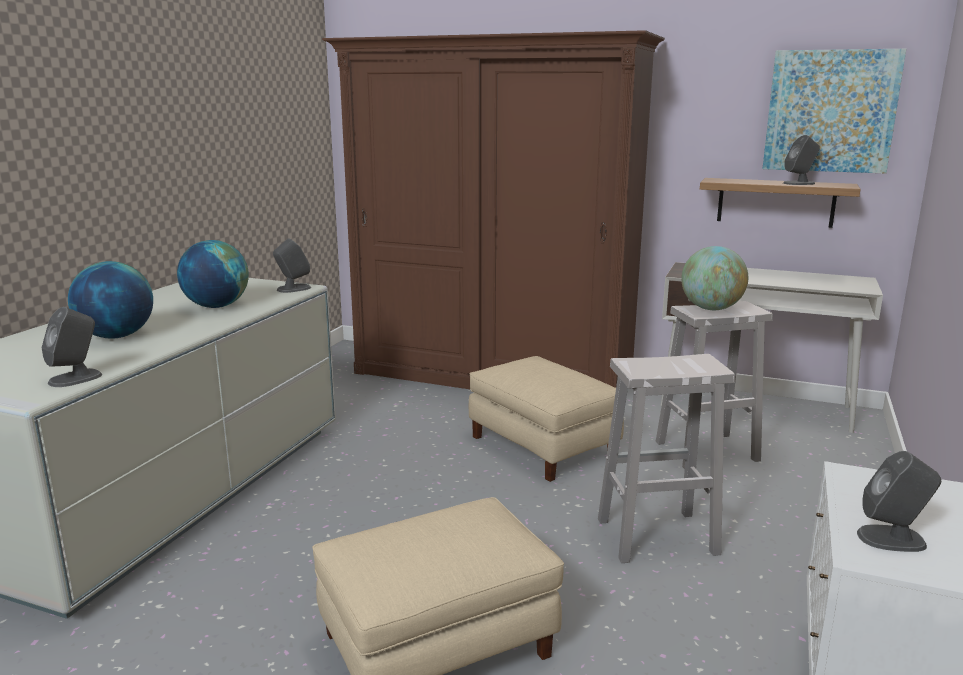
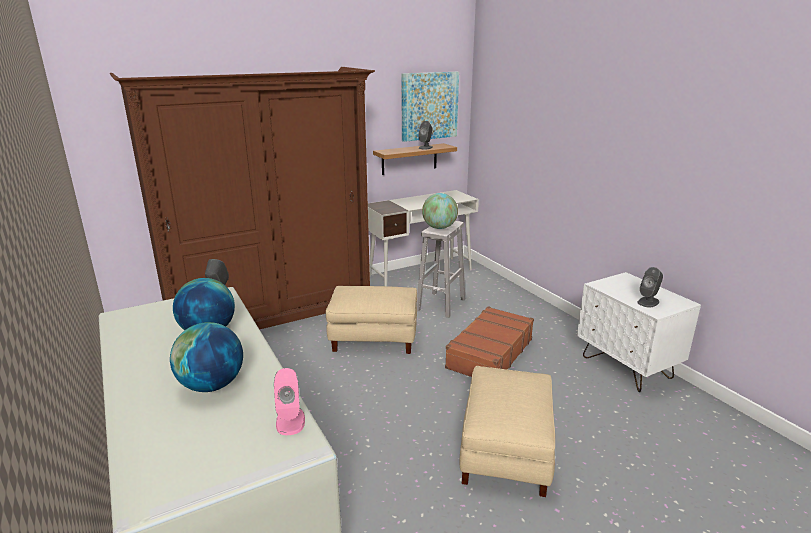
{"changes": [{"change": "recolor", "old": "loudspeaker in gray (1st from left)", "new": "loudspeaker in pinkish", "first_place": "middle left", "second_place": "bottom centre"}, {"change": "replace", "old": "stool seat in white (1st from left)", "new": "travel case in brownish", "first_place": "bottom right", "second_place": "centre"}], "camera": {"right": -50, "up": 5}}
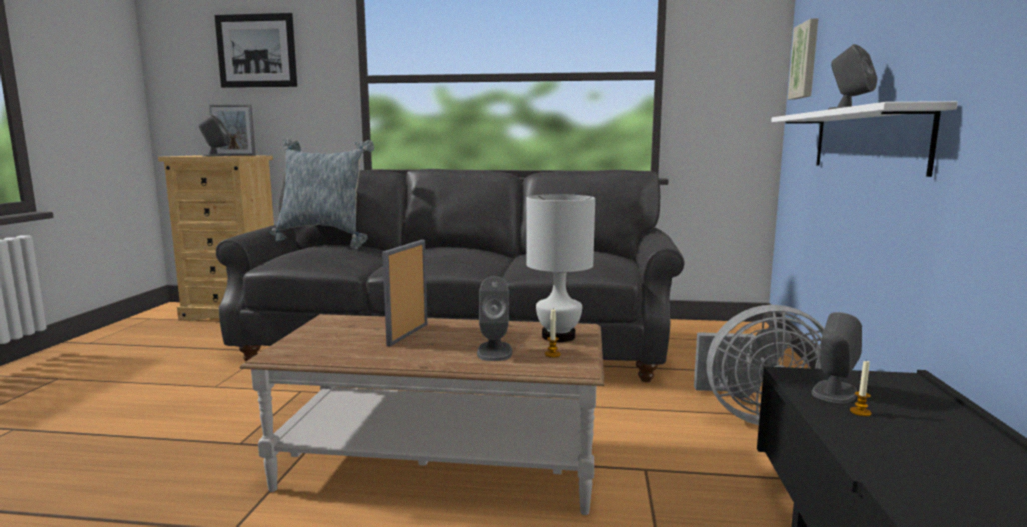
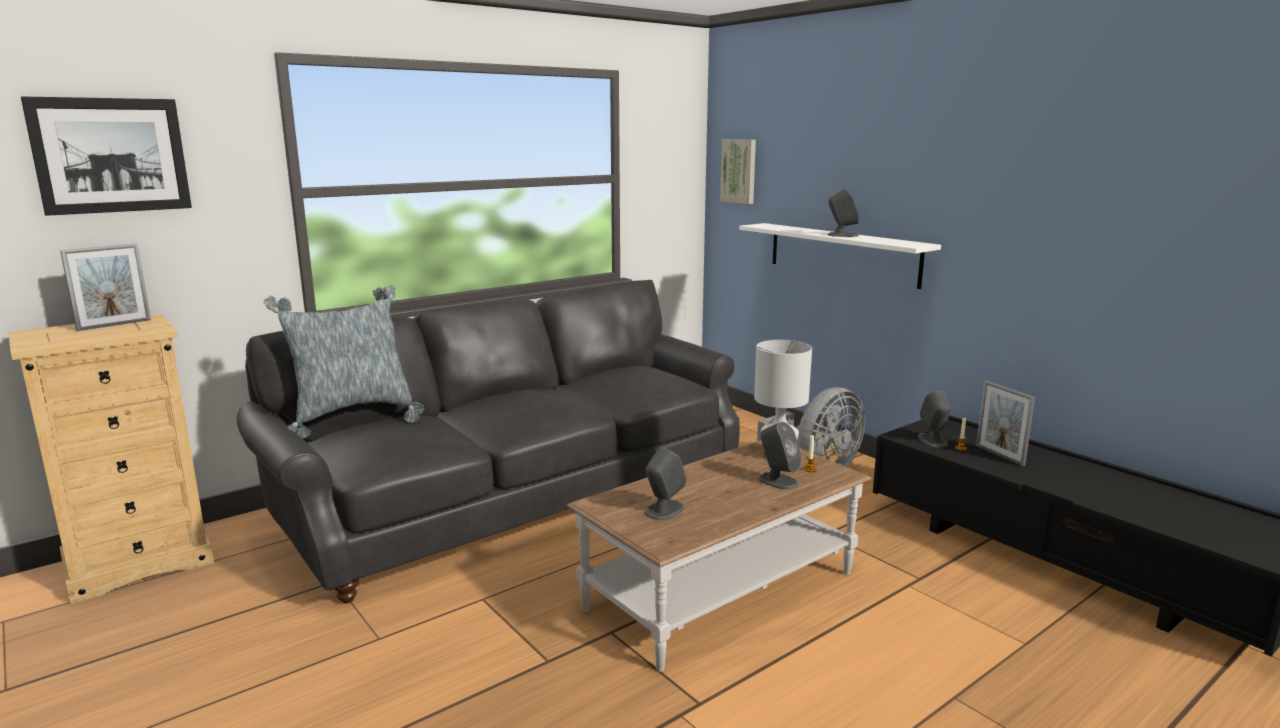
{"changes": [{"change": "move", "old": "loudspeaker in gray (1st from left)", "first_place": "top left", "second_place": "centre"}, {"change": "move", "old": "picture frame (2nd from left)", "first_place": "centre", "second_place": "middle right"}], "camera": {"right": -45, "up": 5}}
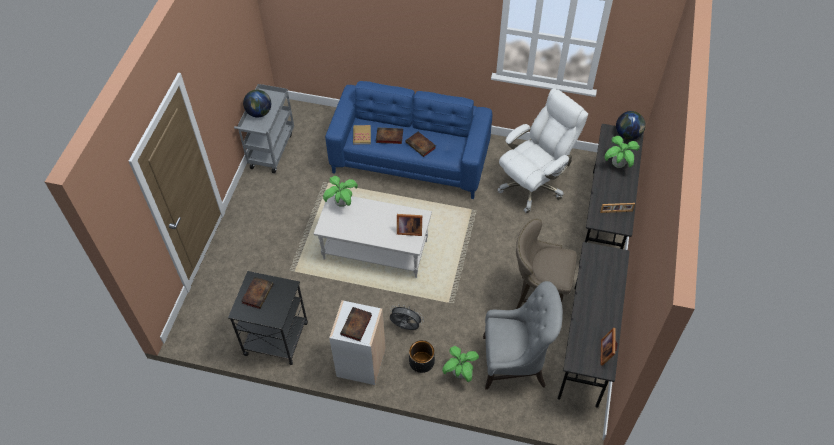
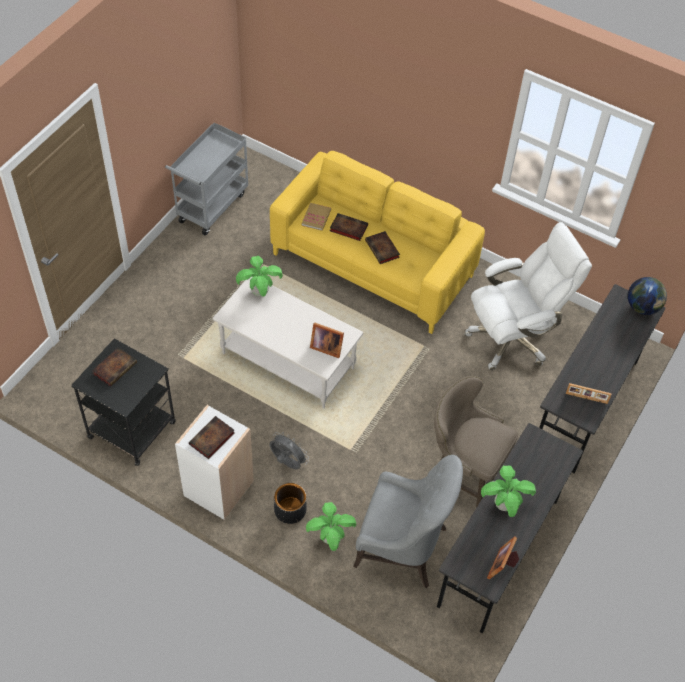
{"changes": [{"change": "recolor", "old": "sofa in blue", "new": "sofa in yellowish", "first_place": "top centre", "second_place": "centre"}, {"change": "delete", "old": "desk globe (1st from left)", "first_place": "top left"}, {"change": "move", "old": "plant in a pot (3rd from left)", "first_place": "middle right", "second_place": "bottom right"}], "camera": {"right": 15, "up": 0}}
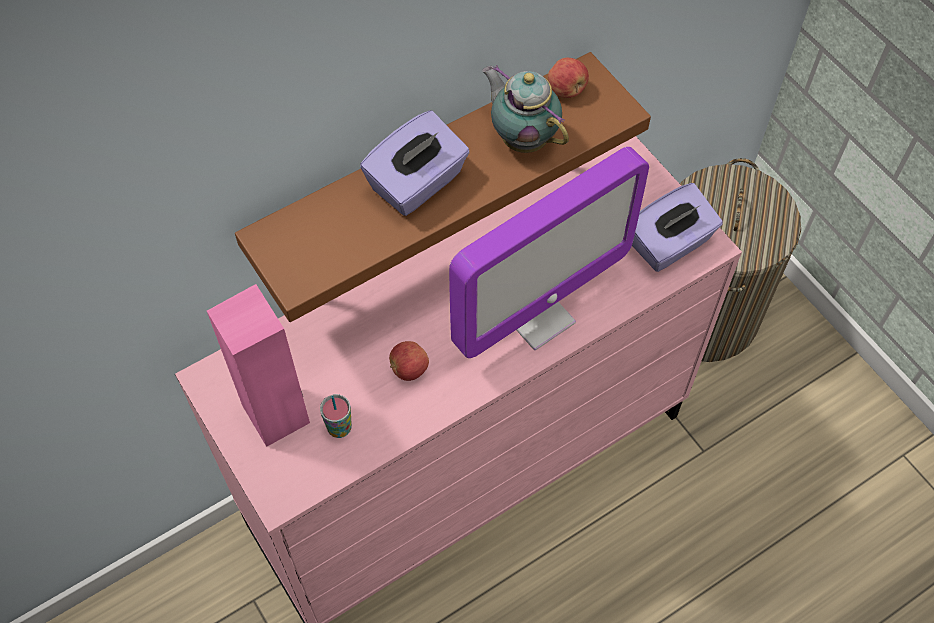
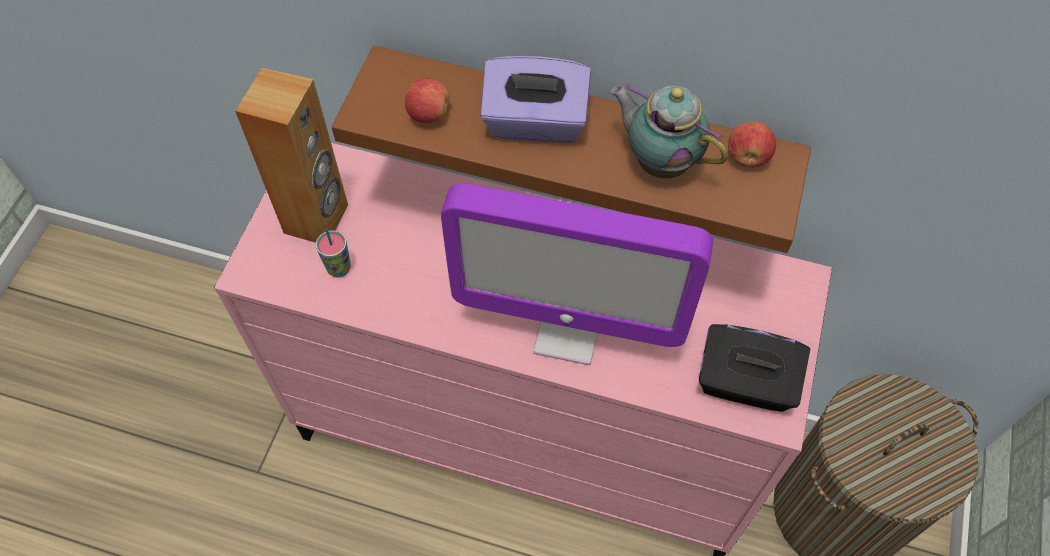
{"changes": [{"change": "rotate", "old": "teapot", "first_place": "top centre", "second_place": "top centre", "degrees": -60}, {"change": "recolor", "old": "tissue box in purplish (2nd from left)", "new": "tissue box in black", "first_place": "middle right", "second_place": "middle right"}, {"change": "recolor", "old": "loudspeaker in pinkish", "new": "loudspeaker in brownish", "first_place": "middle left", "second_place": "top left"}, {"change": "move", "old": "apple (1st from left)", "first_place": "centre", "second_place": "top centre"}], "camera": {"right": 50, "up": 0}}
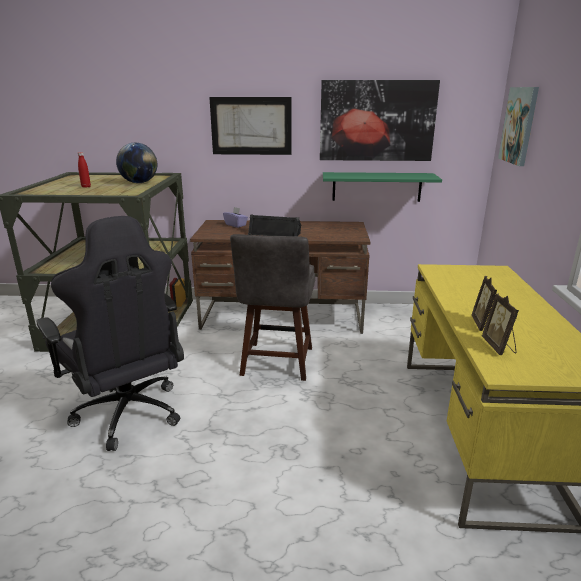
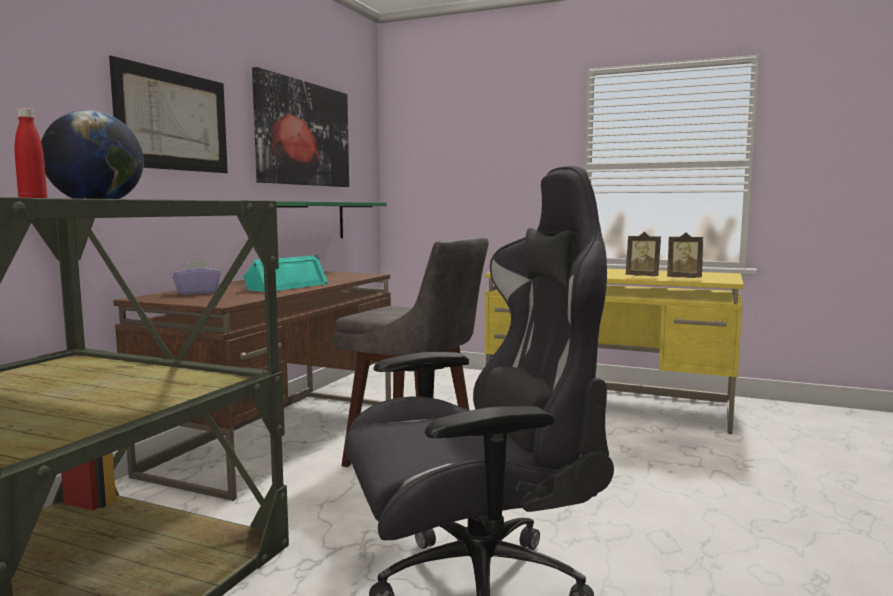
{"changes": [{"change": "delete", "old": "wall picture (3rd from left)", "first_place": "top right"}, {"change": "recolor", "old": "loudspeaker in black", "new": "loudspeaker in blue-green", "first_place": "centre", "second_place": "middle left"}], "camera": {"right": -70, "up": -15}}
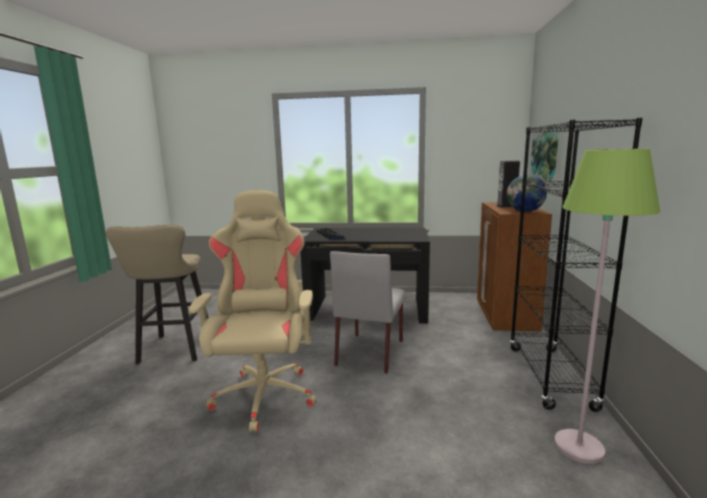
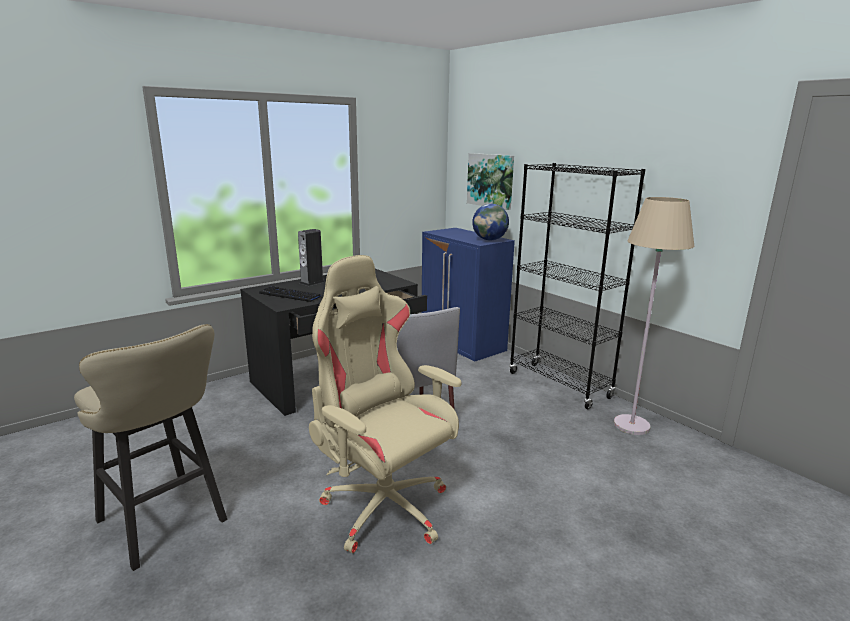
{"changes": [{"change": "recolor", "old": "standard lamp in green", "new": "standard lamp in sand-coloured", "first_place": "middle right", "second_place": "middle right"}, {"change": "move", "old": "loudspeaker", "first_place": "middle right", "second_place": "centre"}, {"change": "recolor", "old": "cabinet in brownish", "new": "cabinet in blue", "first_place": "middle right", "second_place": "centre"}], "camera": {"right": -45, "up": 5}}
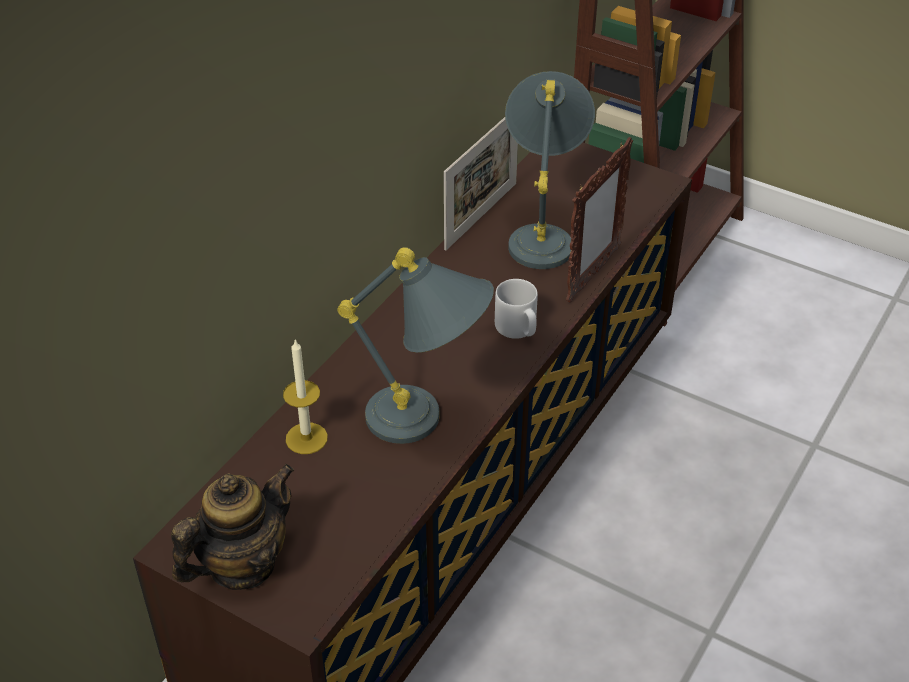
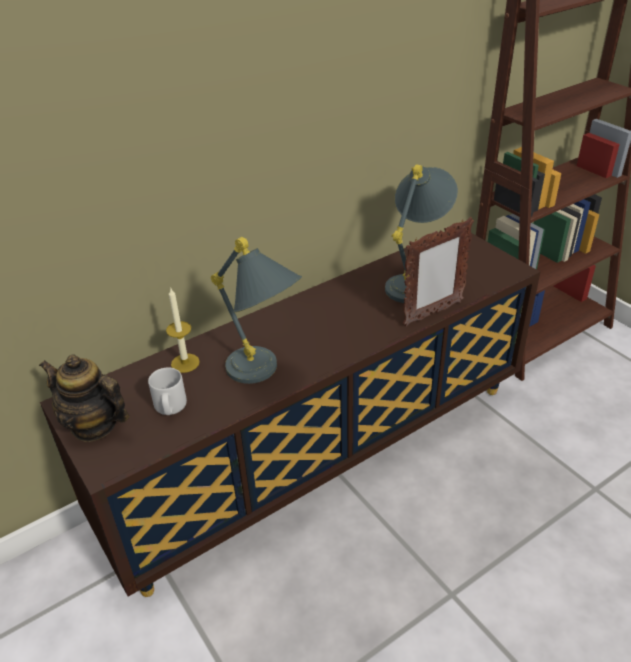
{"changes": [{"change": "delete", "old": "picture frame (1st from left)", "first_place": "top centre"}, {"change": "move", "old": "mug in gray", "first_place": "centre", "second_place": "middle left"}, {"change": "rotate", "old": "teapot", "first_place": "bottom left", "second_place": "middle left", "degrees": -135}], "camera": {"right": 25, "up": -5}}
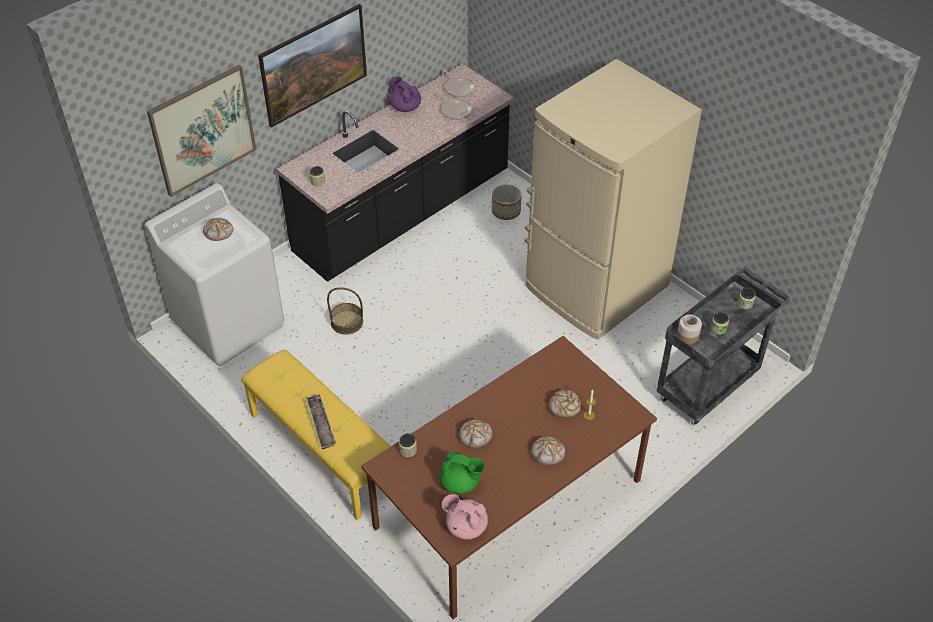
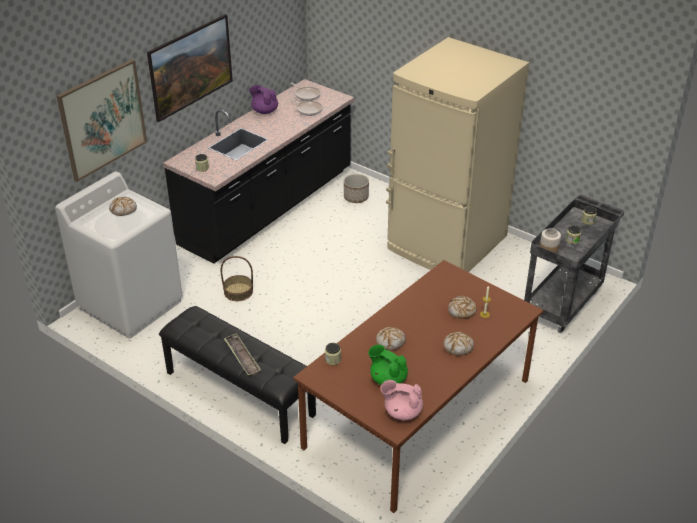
{"changes": [{"change": "recolor", "old": "bench in yellowish", "new": "bench in black", "first_place": "bottom centre", "second_place": "bottom centre"}, {"change": "rotate", "old": "teapot in green", "first_place": "bottom centre", "second_place": "bottom centre", "degrees": -150}], "camera": {"right": -10, "up": -10}}
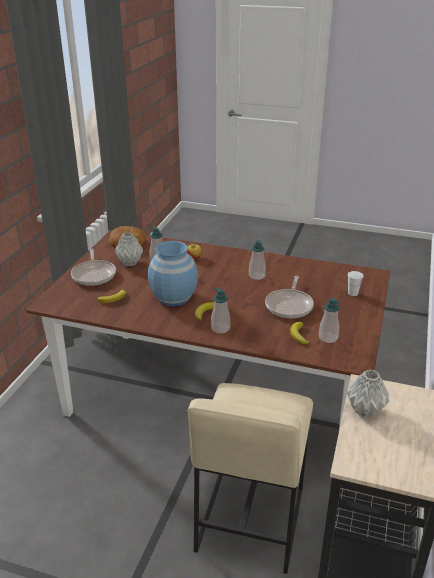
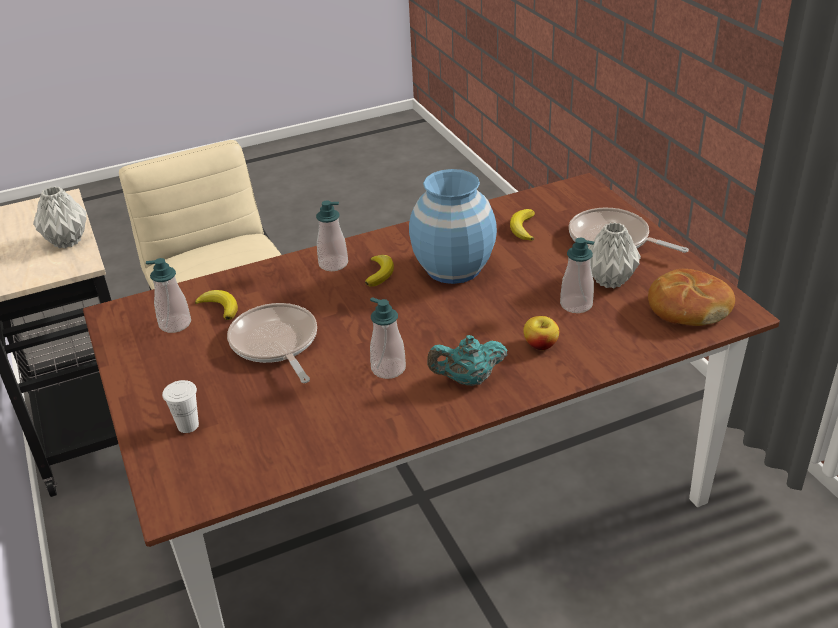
{"changes": [{"change": "insert", "new": "teapot in blue-green", "second_place": "centre"}], "camera": {"right": 140, "up": 5}}
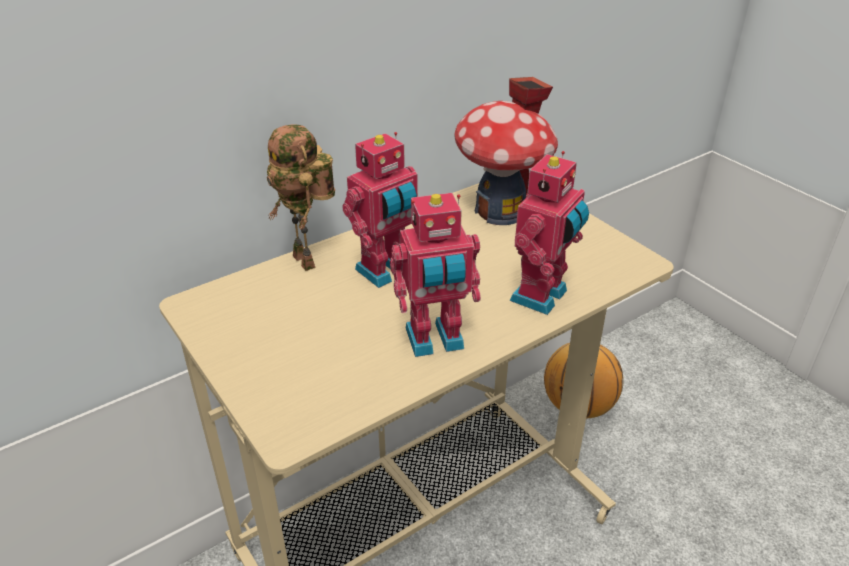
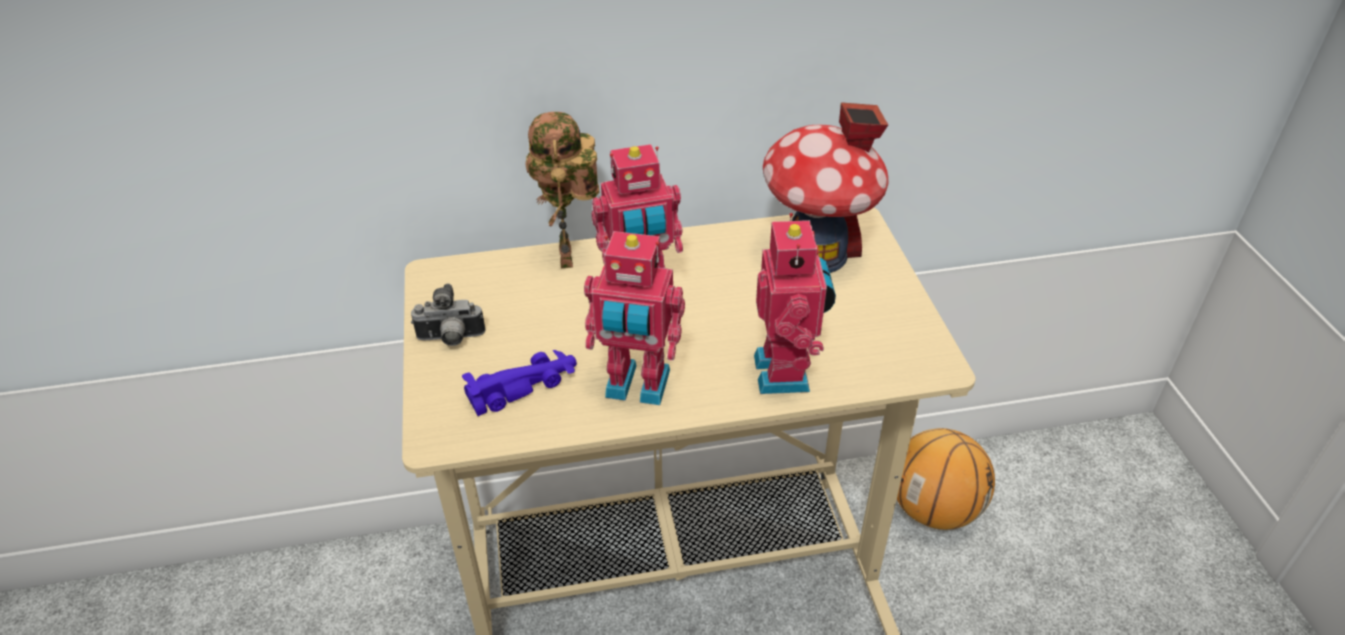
{"changes": [{"change": "rotate", "old": "model robot (4th from left)", "first_place": "centre", "second_place": "centre", "degrees": -60}, {"change": "insert", "new": "photo camera", "second_place": "middle left"}, {"change": "insert", "new": "miniature car in purplish", "second_place": "centre"}], "camera": {"right": 25, "up": 5}}
